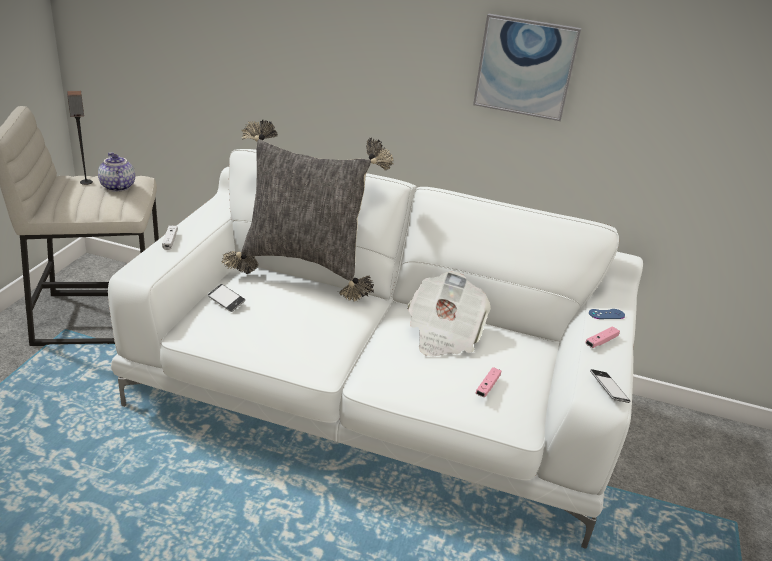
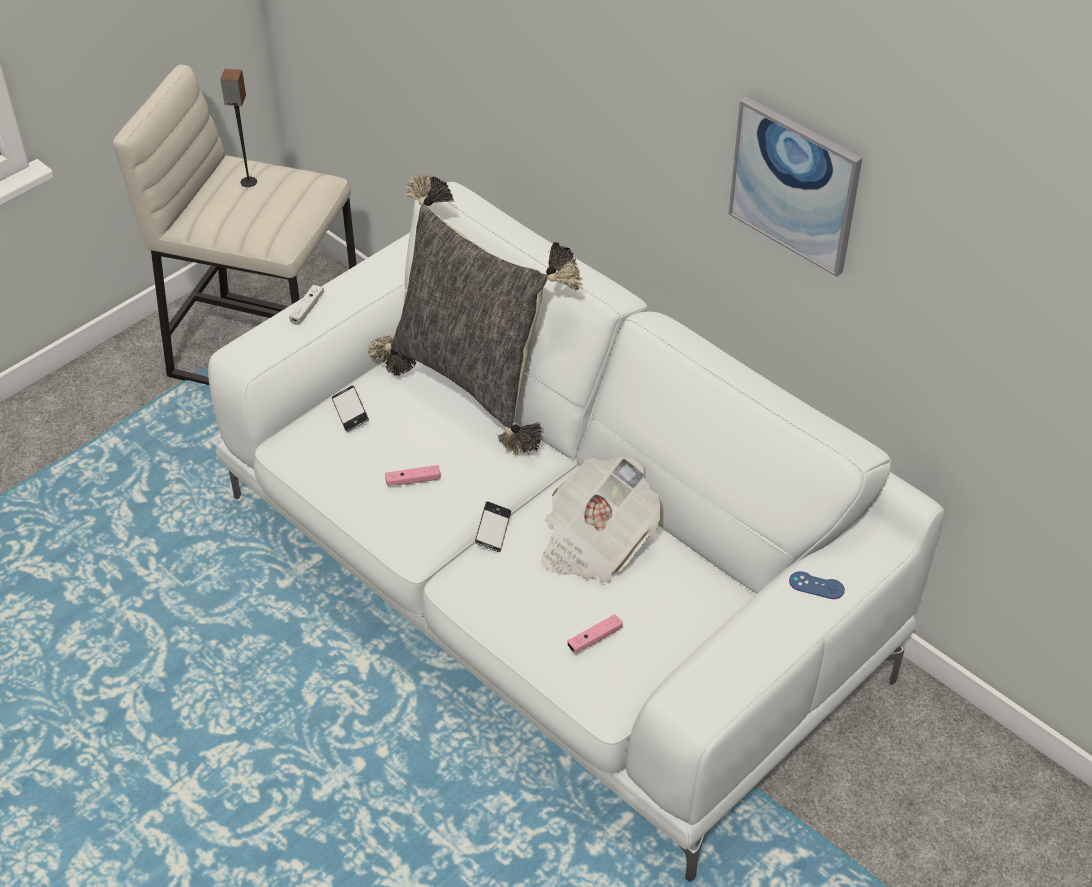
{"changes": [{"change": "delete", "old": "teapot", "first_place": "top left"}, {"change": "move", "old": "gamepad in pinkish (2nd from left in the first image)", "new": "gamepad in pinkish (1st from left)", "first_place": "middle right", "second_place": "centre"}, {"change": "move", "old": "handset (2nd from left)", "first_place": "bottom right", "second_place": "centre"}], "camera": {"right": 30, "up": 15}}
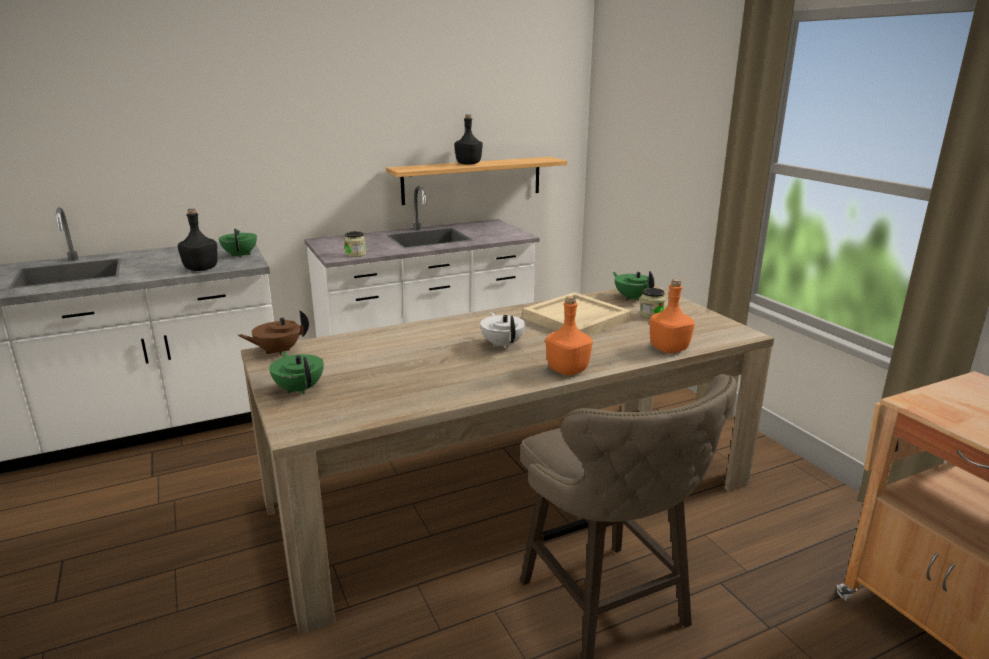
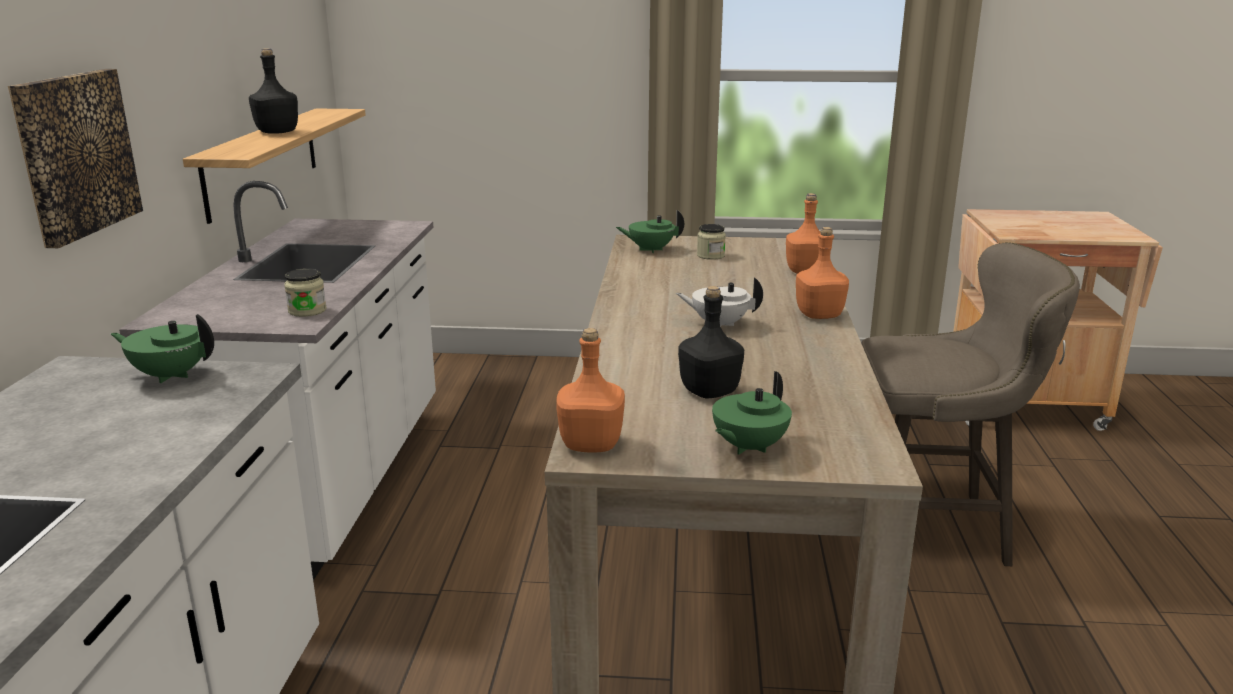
{"changes": [{"change": "move", "old": "beverage bottle in black (1st from left in the first image)", "new": "beverage bottle in black (2nd from left)", "first_place": "middle left", "second_place": "centre"}, {"change": "delete", "old": "tray in sand-coloured", "first_place": "centre"}, {"change": "replace", "old": "teapot in brownish", "new": "beverage bottle in orange (1st from left)", "first_place": "middle left", "second_place": "centre"}, {"change": "rotate", "old": "teapot in green (2nd from left in the first image)", "first_place": "middle left", "second_place": "centre", "degrees": -45}, {"change": "insert", "new": "wall picture", "second_place": "top left"}], "camera": {"right": -60, "up": 0}}
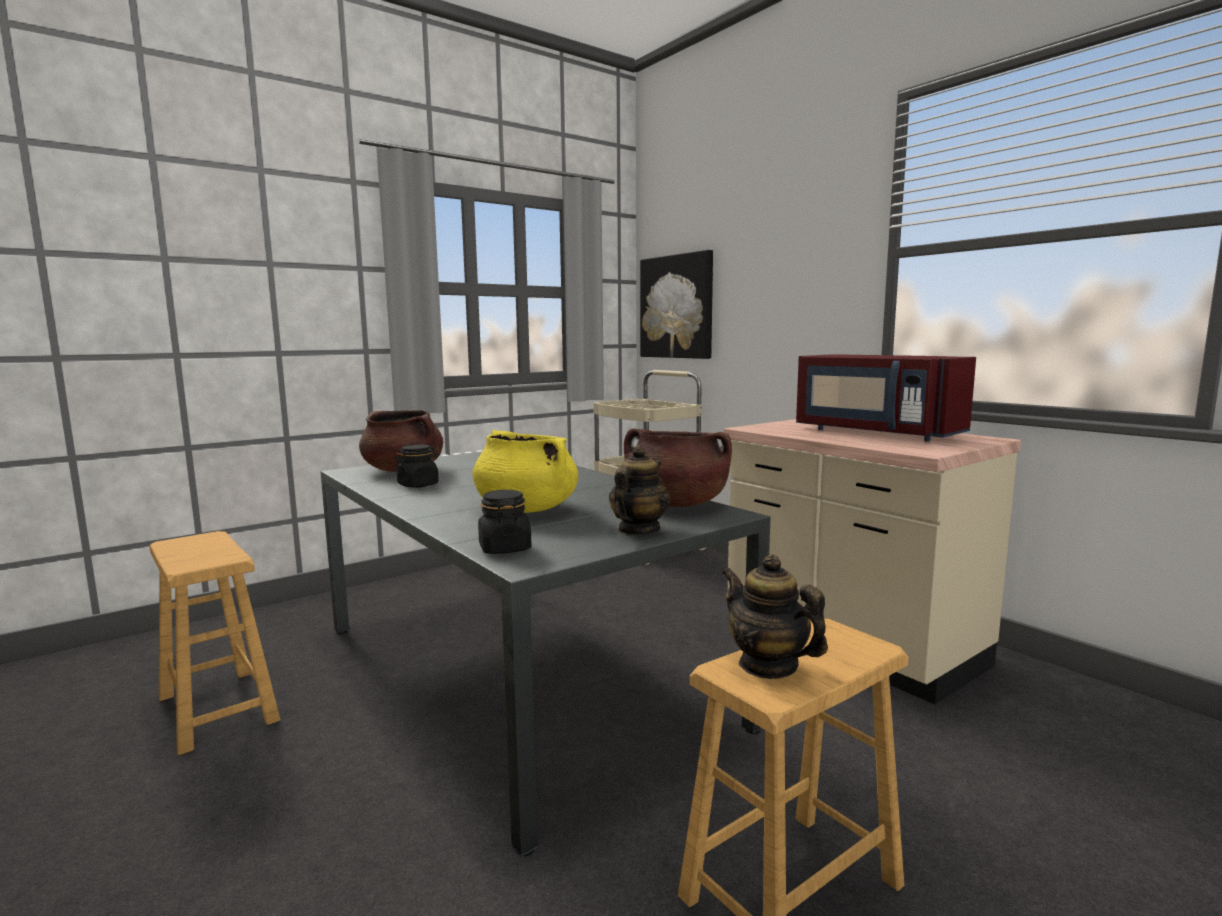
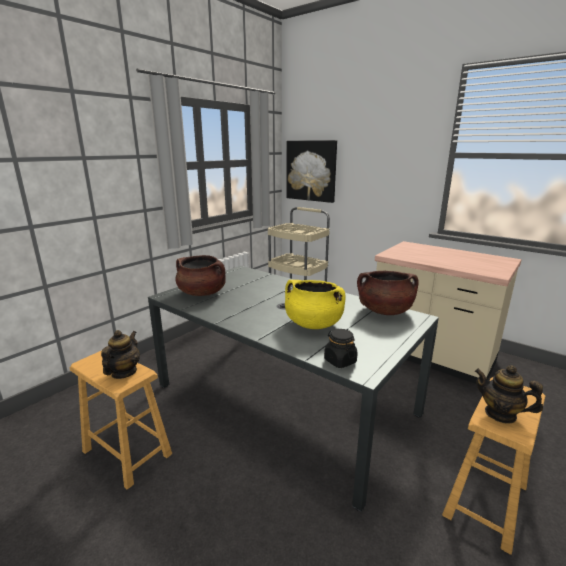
{"changes": [{"change": "delete", "old": "microwave in red-coloured", "first_place": "middle right"}, {"change": "delete", "old": "preserve jar in black (1st from left)", "first_place": "centre"}, {"change": "move", "old": "teapot (1st from left)", "first_place": "centre", "second_place": "middle left"}], "camera": {"right": -15, "up": 10}}
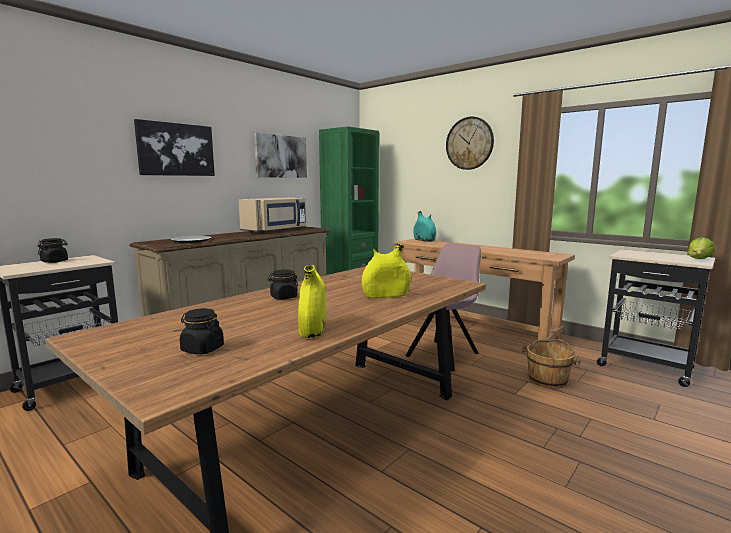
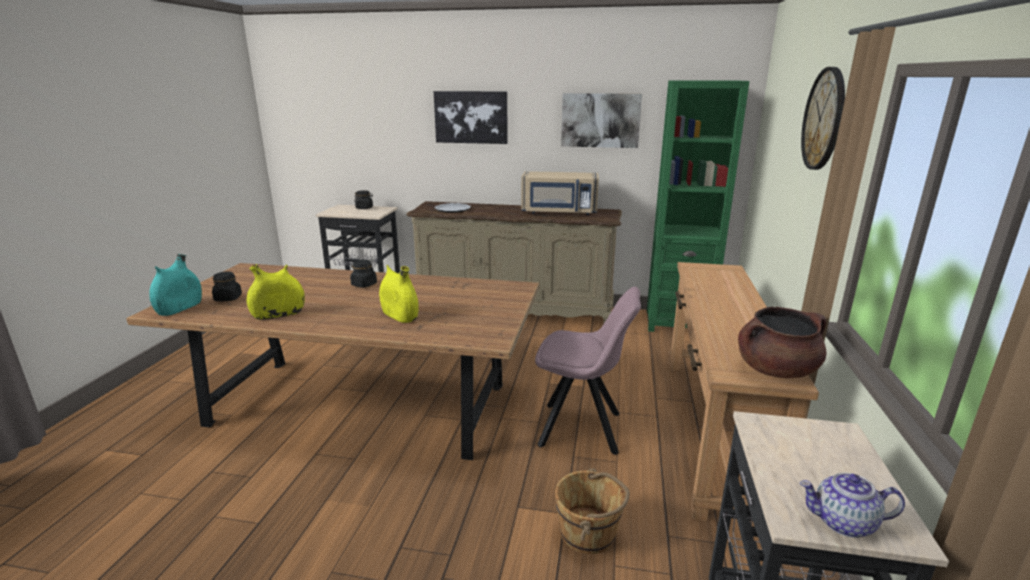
{"changes": [{"change": "move", "old": "vase in blue-green", "first_place": "centre", "second_place": "middle left"}, {"change": "replace", "old": "head of lettuce", "new": "teapot", "first_place": "middle right", "second_place": "bottom right"}, {"change": "insert", "new": "stockpot in brownish", "second_place": "middle right"}], "camera": {"right": 60, "up": 10}}
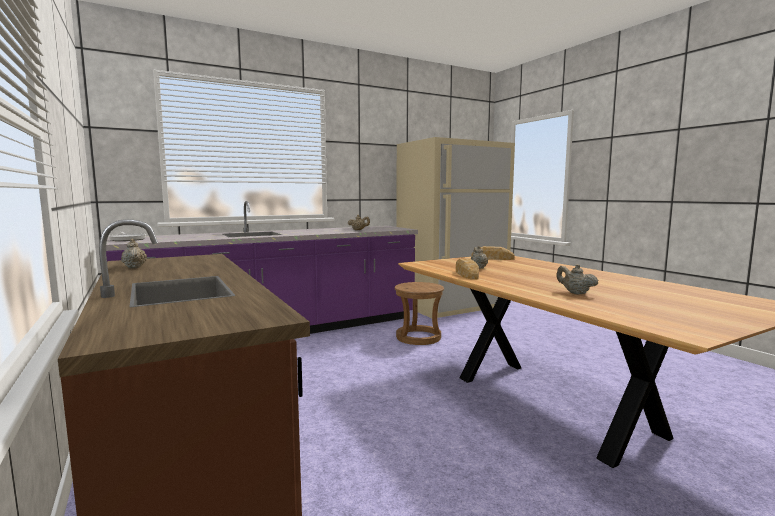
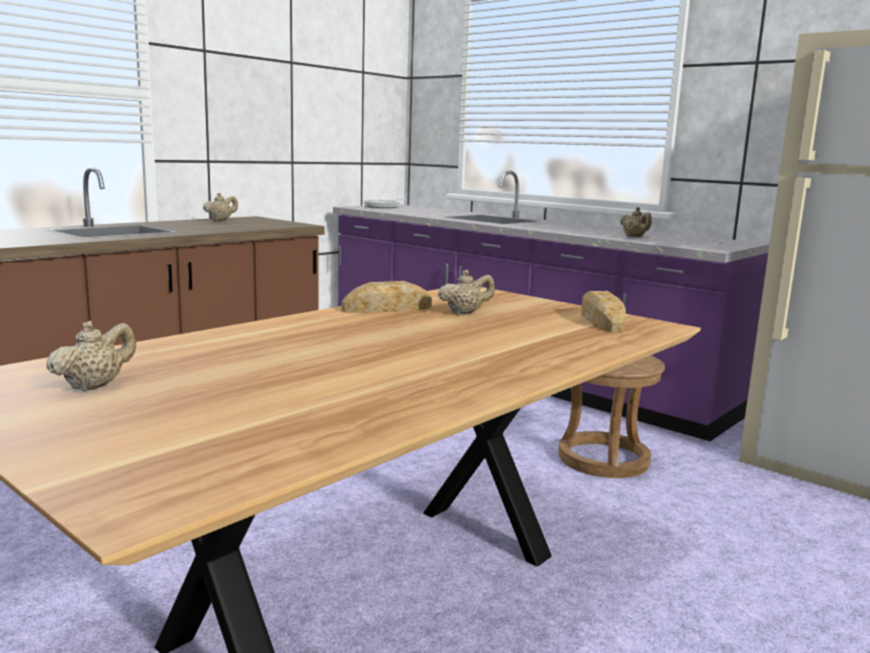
{"changes": [{"change": "move", "old": "teapot in sand-coloured (4th from left in the first image)", "new": "teapot in sand-coloured (1st from left)", "first_place": "middle right", "second_place": "middle left"}], "camera": {"right": 70, "up": 5}}
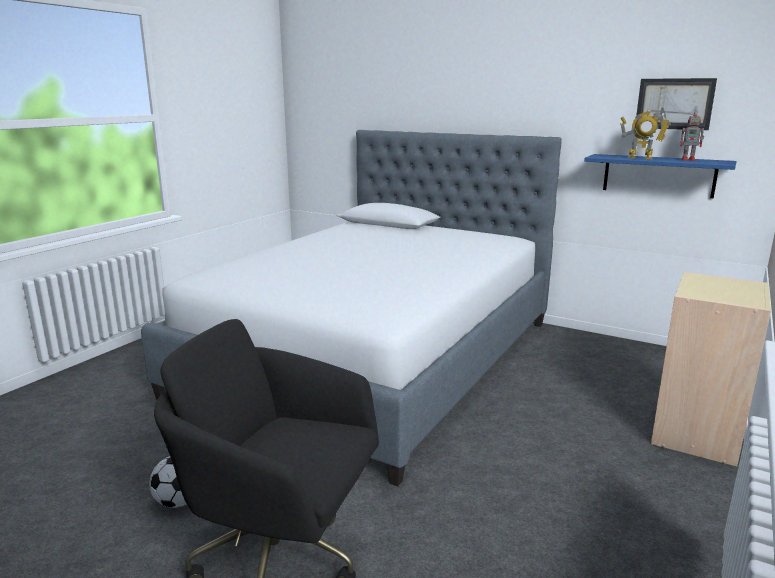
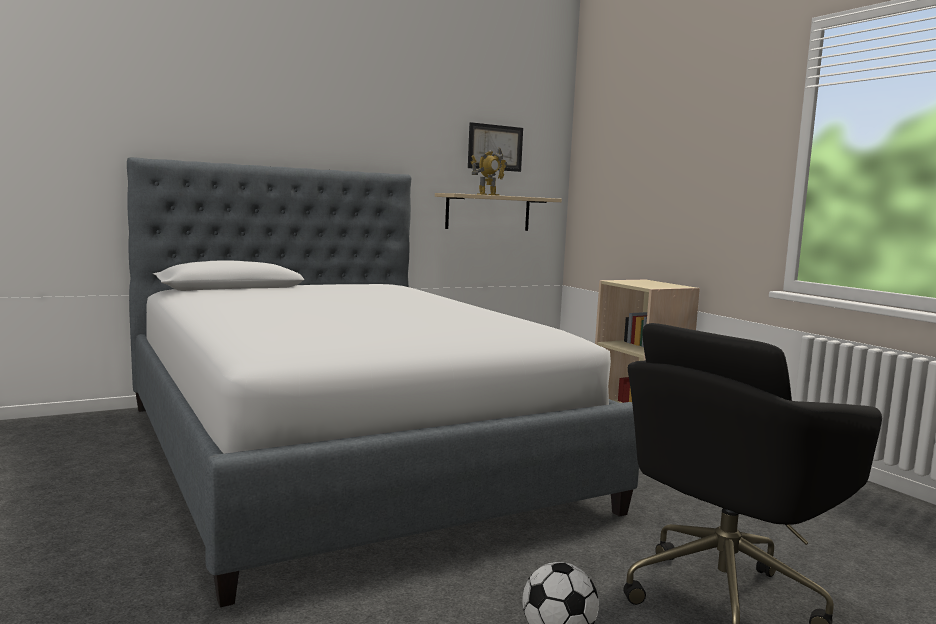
{"changes": [{"change": "delete", "old": "model robot (2nd from left)", "first_place": "top right"}, {"change": "recolor", "old": "shelf in blue", "new": "shelf in sand-coloured", "first_place": "top right", "second_place": "centre"}], "camera": {"right": -60, "up": -10}}
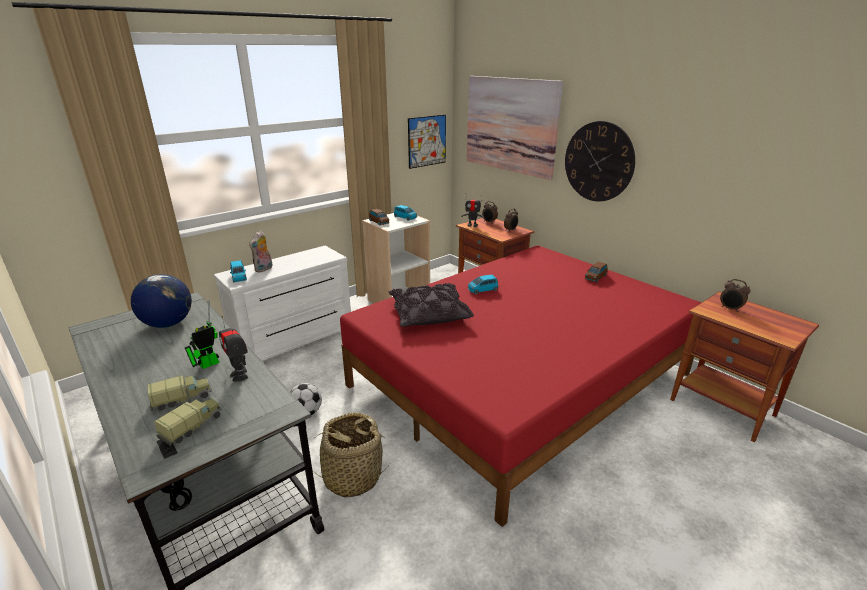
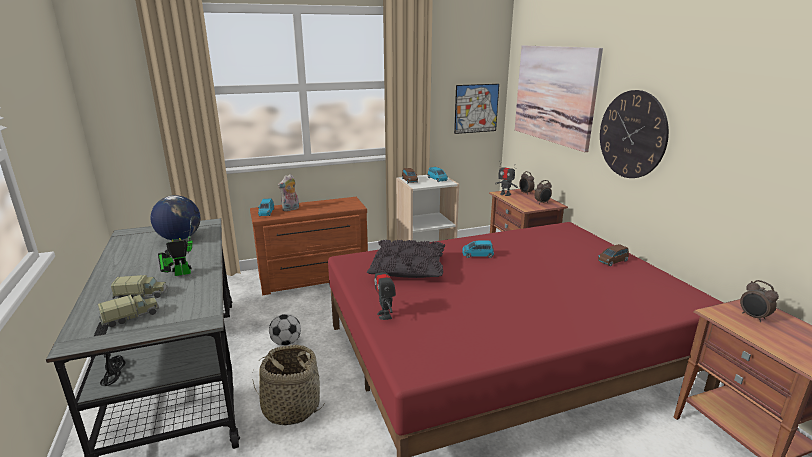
{"changes": [{"change": "recolor", "old": "chest of drawers in white", "new": "chest of drawers in brownish", "first_place": "middle left", "second_place": "centre"}, {"change": "move", "old": "model robot (2nd from left)", "first_place": "middle left", "second_place": "centre"}], "camera": {"right": 20, "up": -5}}
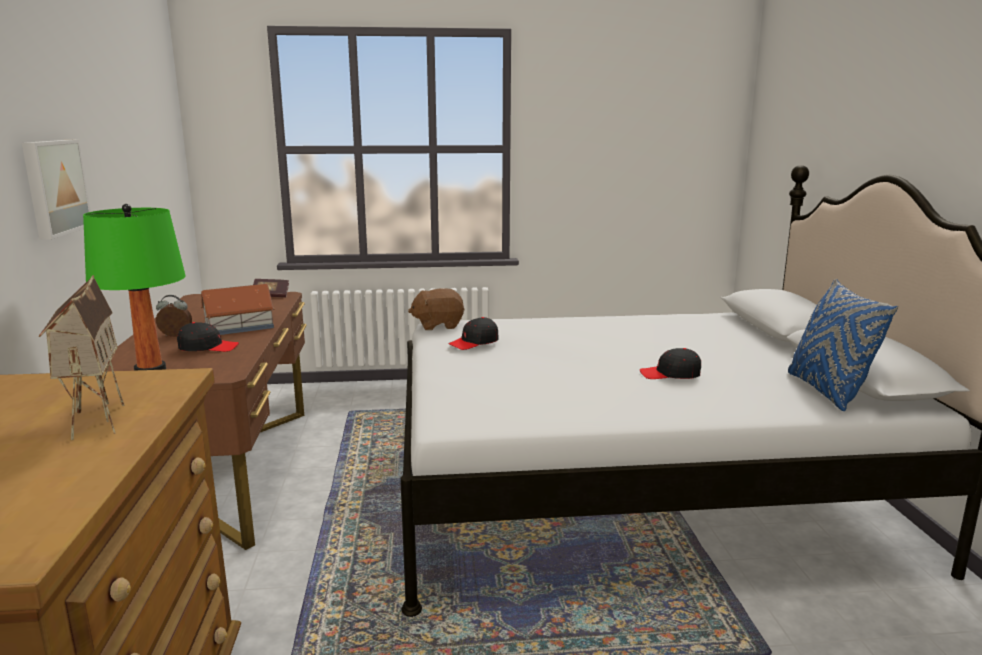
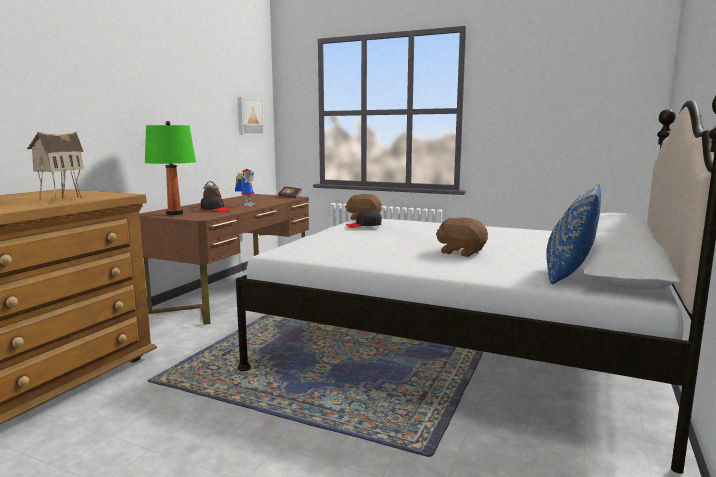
{"changes": [{"change": "move", "old": "wall picture", "first_place": "top left", "second_place": "top centre"}, {"change": "replace", "old": "miniature house (2nd from left)", "new": "model robot", "first_place": "middle left", "second_place": "centre"}, {"change": "replace", "old": "cap in black (3rd from left)", "new": "cuddly toy in brownish (2nd from left)", "first_place": "middle right", "second_place": "centre"}], "camera": {"right": 30, "up": -5}}
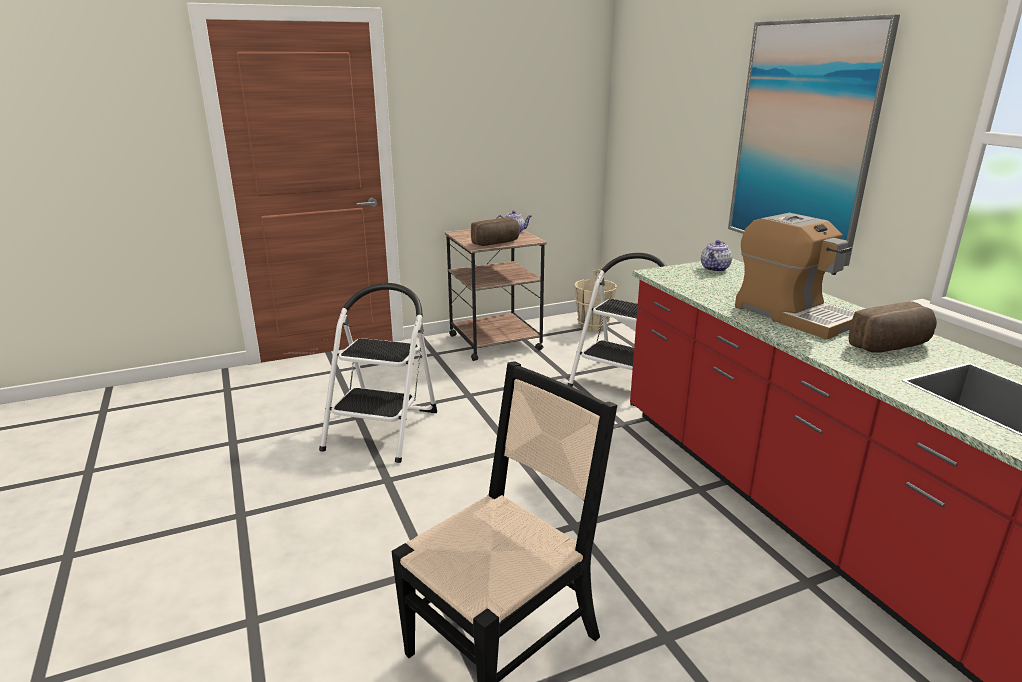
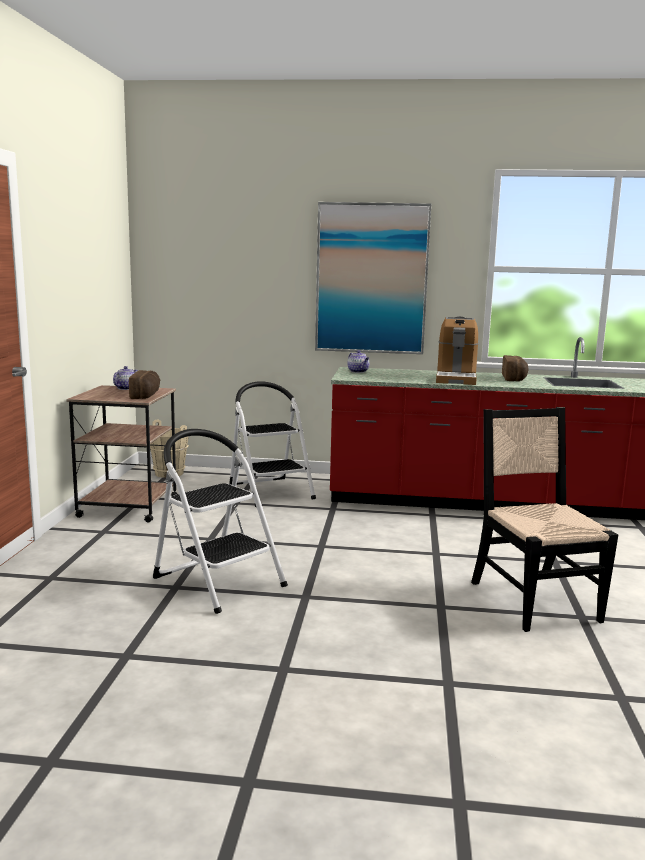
{"changes": [{"change": "rotate", "old": "coffee brewer", "first_place": "middle right", "second_place": "middle right", "degrees": 105}], "camera": {"right": -60, "up": -10}}
